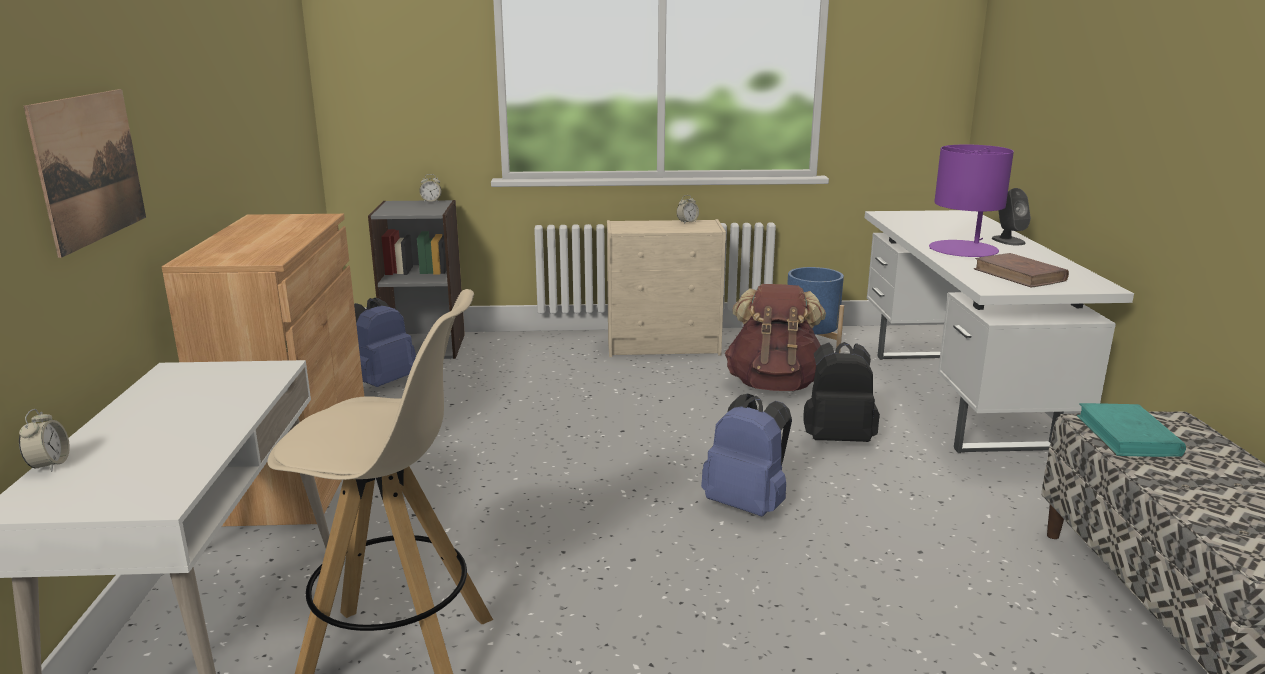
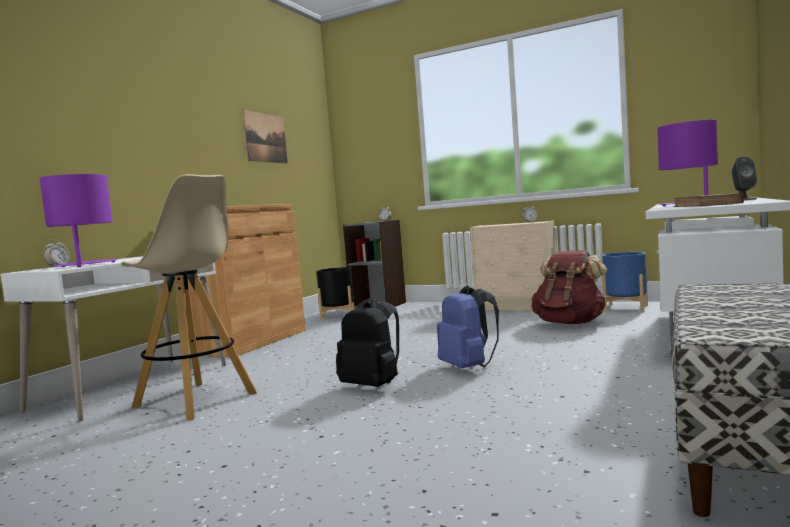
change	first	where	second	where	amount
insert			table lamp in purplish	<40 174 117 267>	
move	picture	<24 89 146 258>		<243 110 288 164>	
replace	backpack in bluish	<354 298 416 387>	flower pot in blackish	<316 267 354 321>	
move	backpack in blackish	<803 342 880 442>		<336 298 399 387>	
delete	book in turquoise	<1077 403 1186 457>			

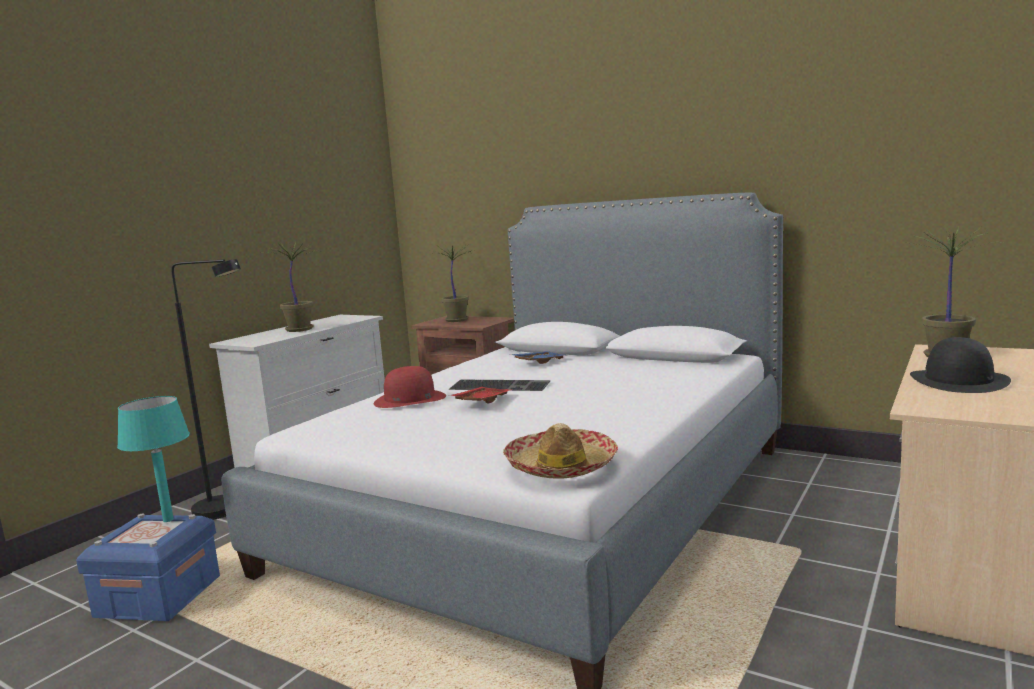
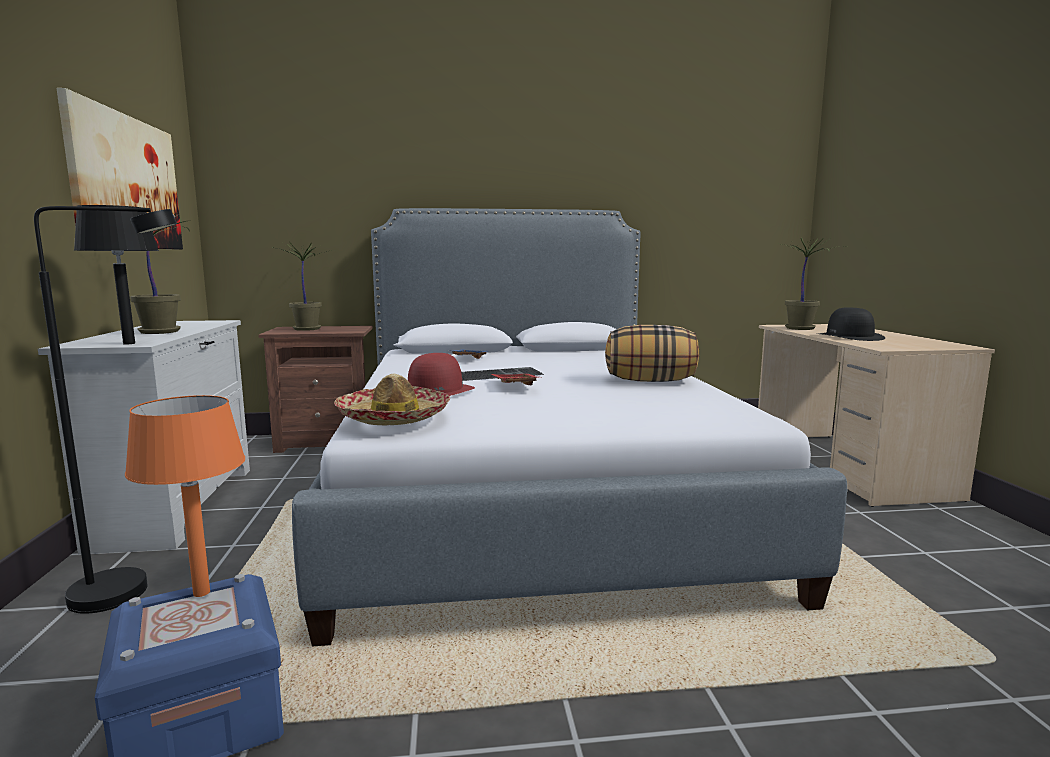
change	first	where	second	where	amount
insert			picture	<56 88 183 249>	
insert			table lamp in blackish	<74 205 159 344>	
recolor	table lamp in turquoise	<117 396 190 522>	table lamp in orangey	<125 395 245 597>	
move	wearable hat	<503 423 618 479>		<334 374 450 425>	
insert			cushion	<605 325 699 382>	

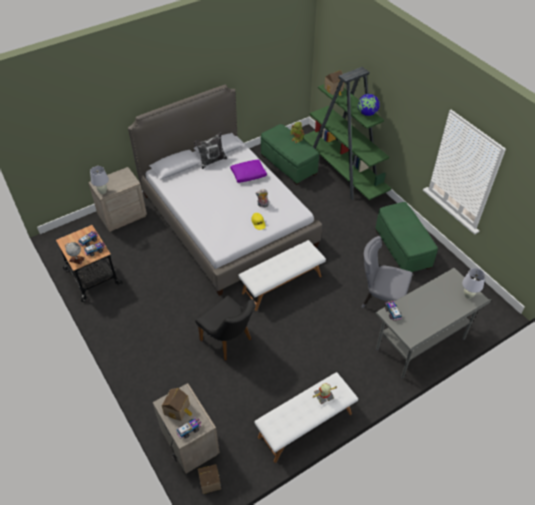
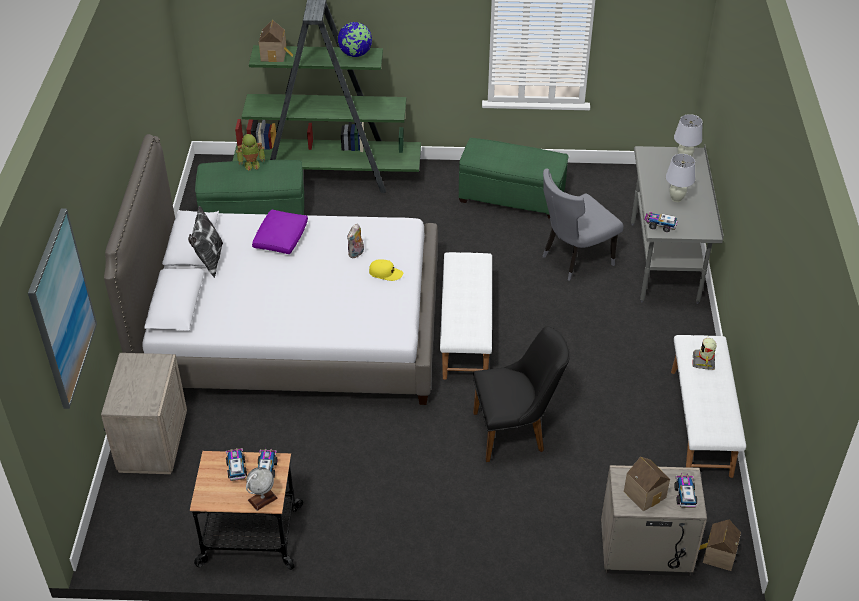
change	first	where	second	where	amount
insert			picture	<28 209 97 409>	
move	table lamp in white	<90 166 109 194>		<666 154 695 202>	

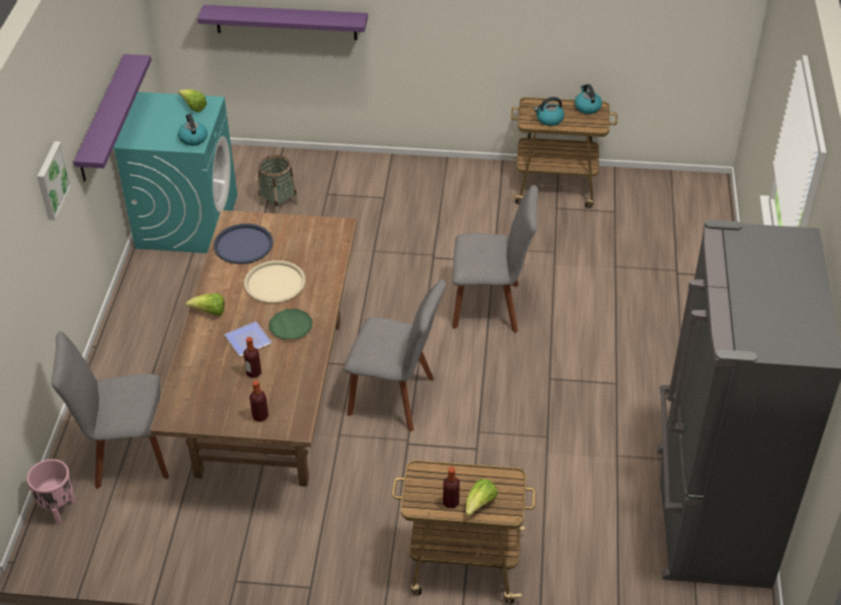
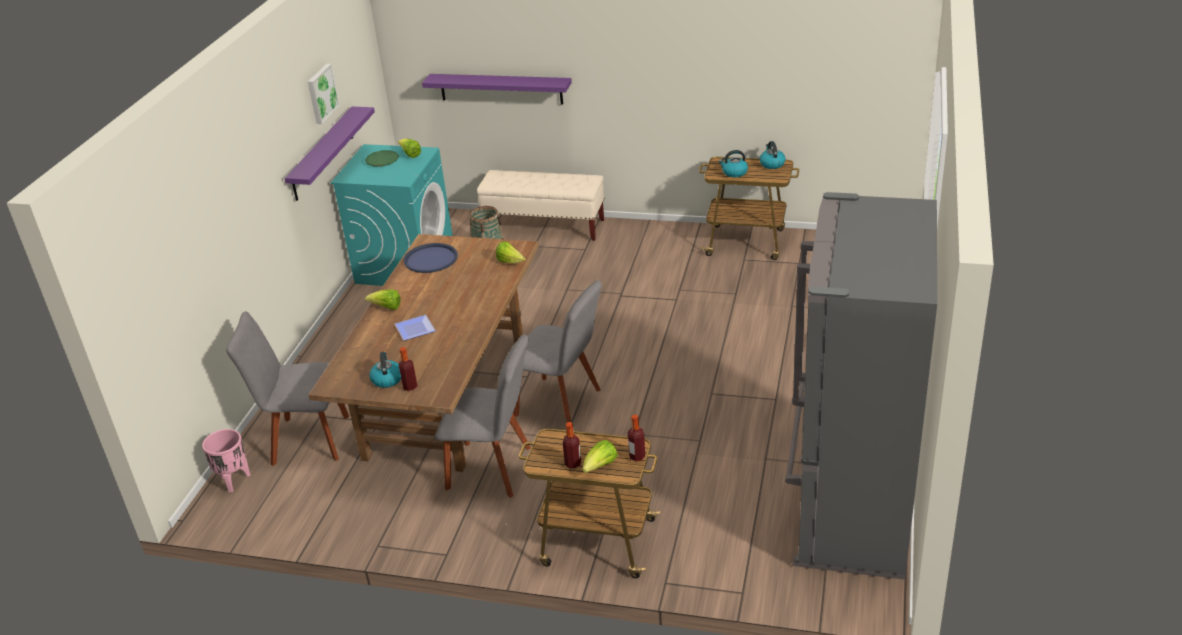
change	first	where	second	where	amount
move	picture	<37 141 71 220>		<308 64 340 124>	
move	plate in green-coloured	<269 309 312 340>		<365 150 399 166>	
move	tea kettle	<178 114 208 146>		<369 352 401 388>	
move	upright chair in greyish	<452 185 538 333>		<435 334 531 498>	
insert			indoor bench in beige-coloured	<477 170 604 241>	
insert			lettuce head	<496 241 525 264>	
move	drink bottle	<243 337 262 378>		<628 414 645 462>	
delete	serving tray in beige-coloured	<244 260 305 303>			

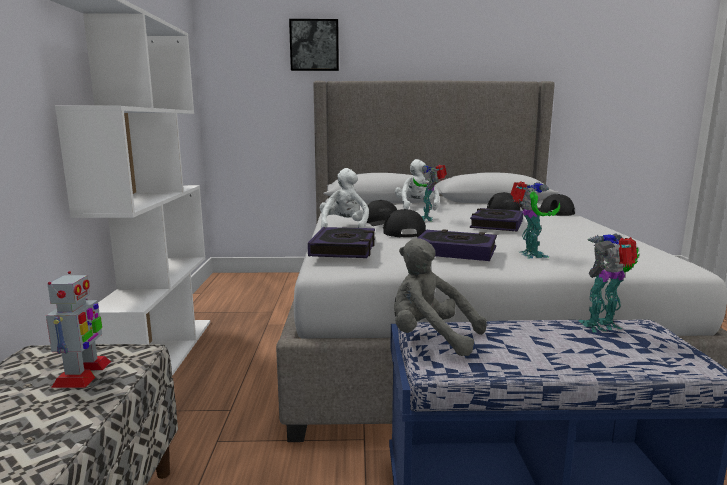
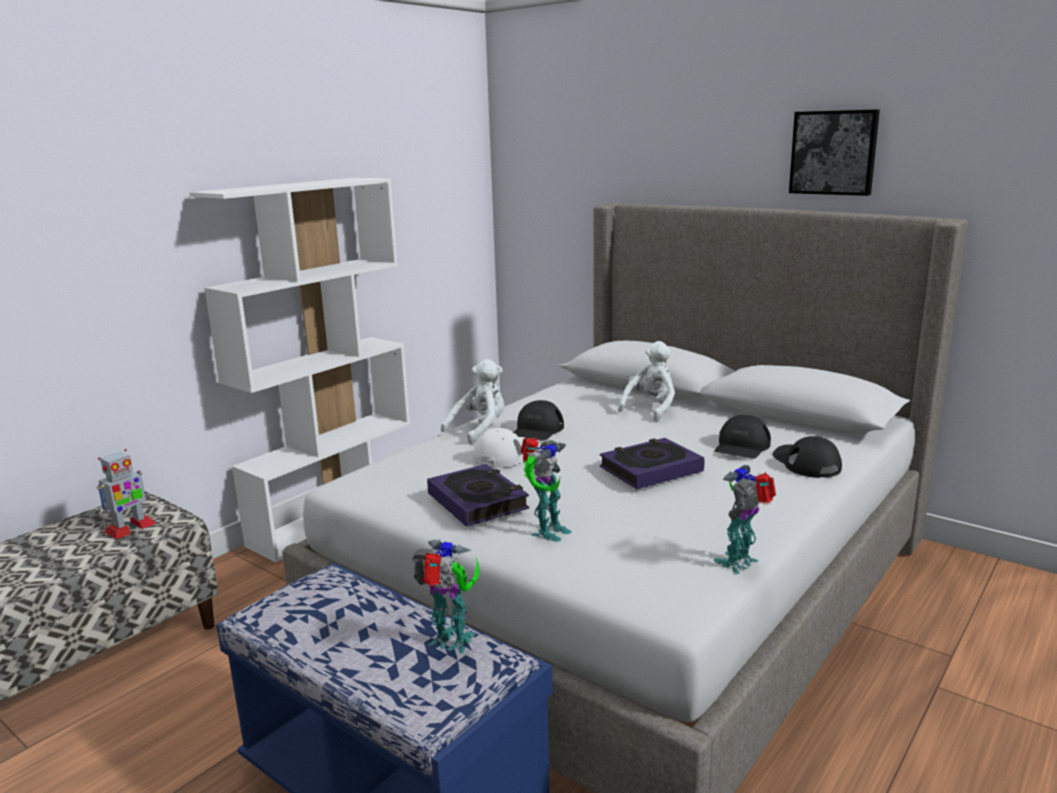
change	first	where	second	where	amount
recolor	cap in blackish	<383 209 426 237>	cap in white	<473 428 525 468>	
move	robot figure	<413 164 447 221>		<714 465 776 574>	
move	picture	<289 19 339 71>		<789 109 880 196>	
delete	book	<308 227 375 258>			
delete	soft toy in greyish	<394 238 487 356>			

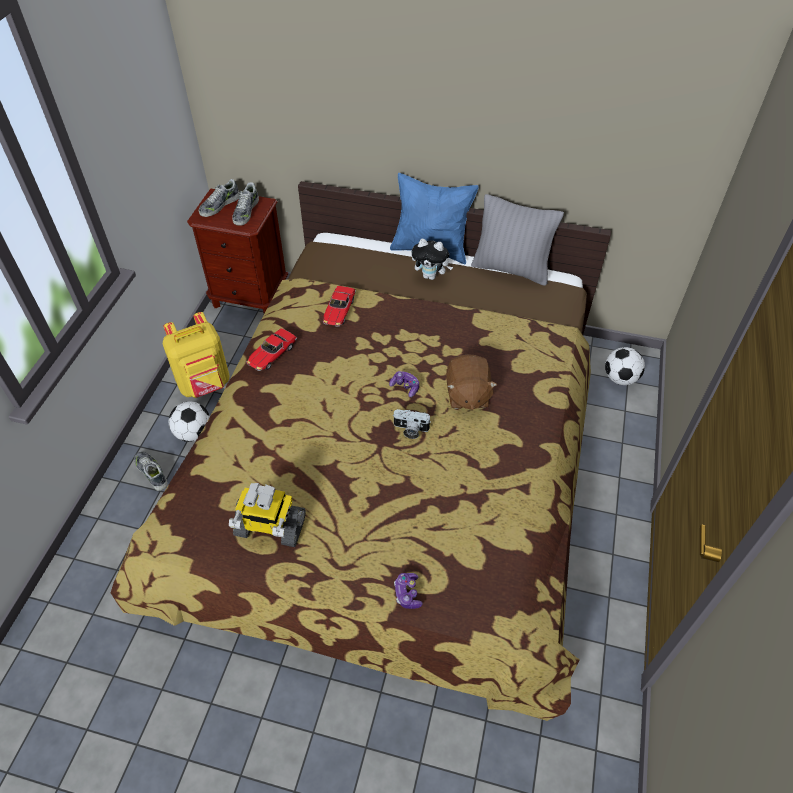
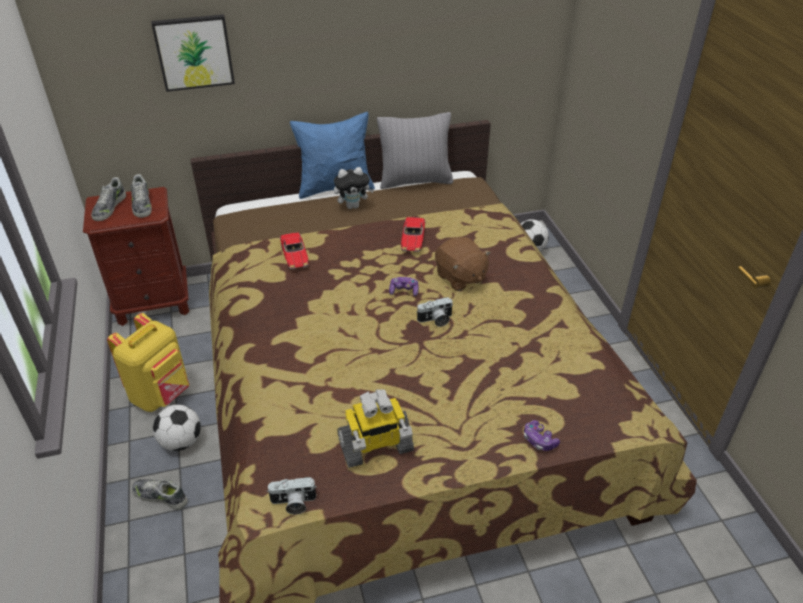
change	first	where	second	where	amount
insert			picture	<151 14 235 92>	
insert			photo camera	<267 477 317 514>	
move	miniature car	<246 328 297 371>		<401 217 425 252>	

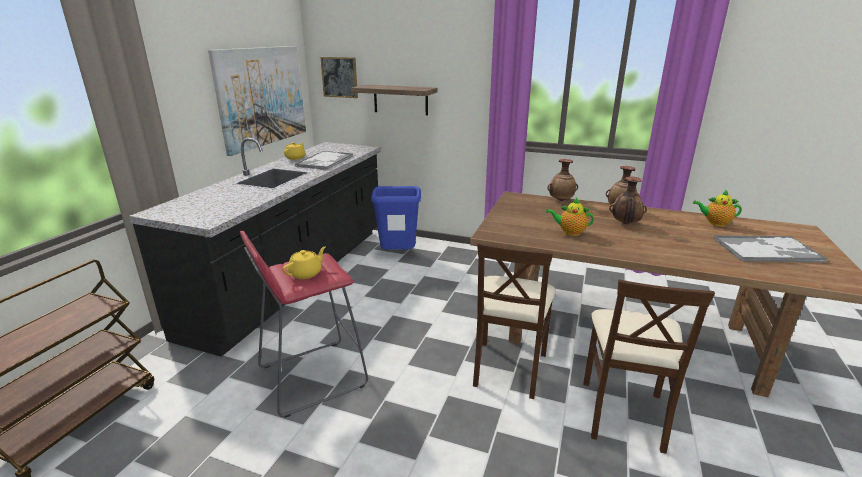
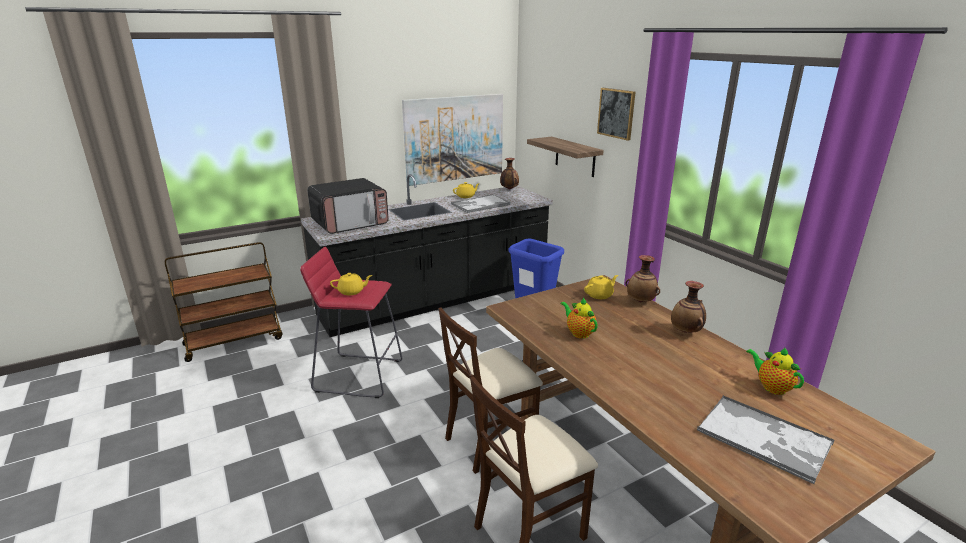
change	first	where	second	where	amount
insert			microwave	<307 178 389 234>	
move	vase	<609 177 647 224>		<500 158 519 189>	
insert			tea pot in yellowish	<584 275 618 299>	
move	picture	<320 57 358 98>		<597 88 635 141>	

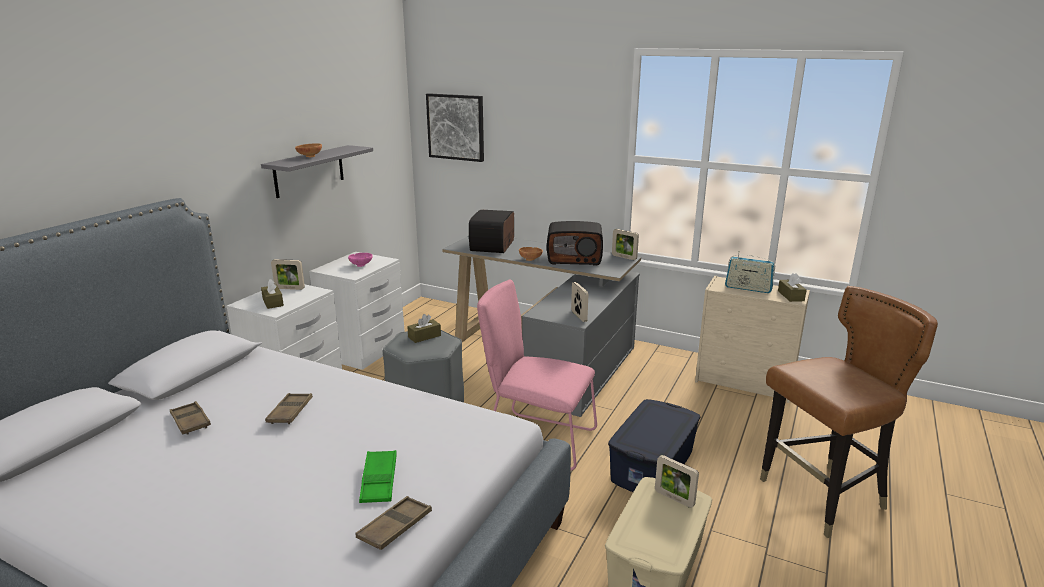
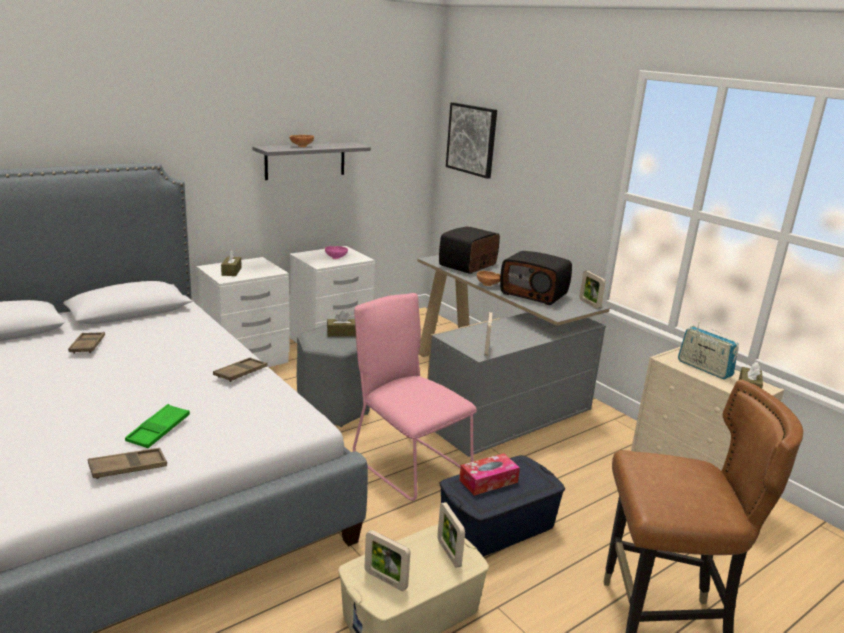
change	first	where	second	where	amount
move	serving tray in brown-coloured	<265 393 313 424>		<213 357 268 382>	
move	photo frame	<271 259 305 290>		<365 530 410 591>	
insert			tissue holder	<459 453 520 496>	

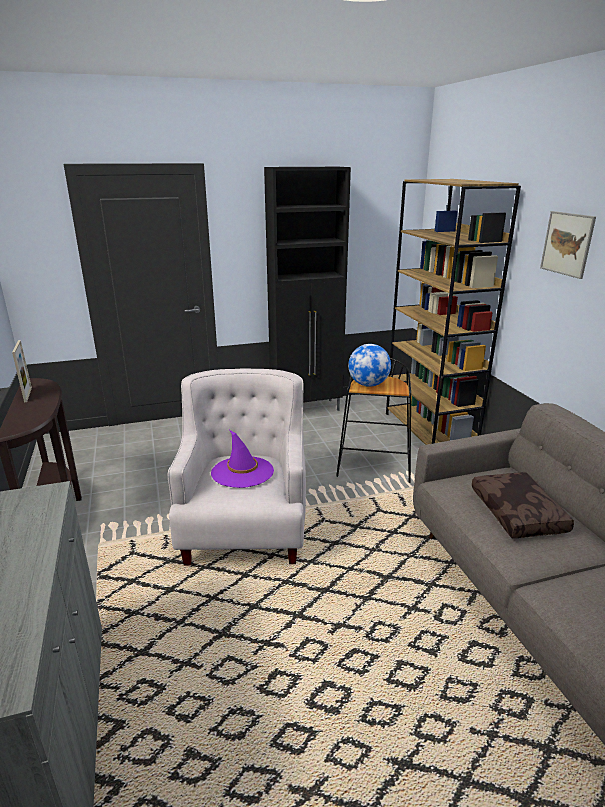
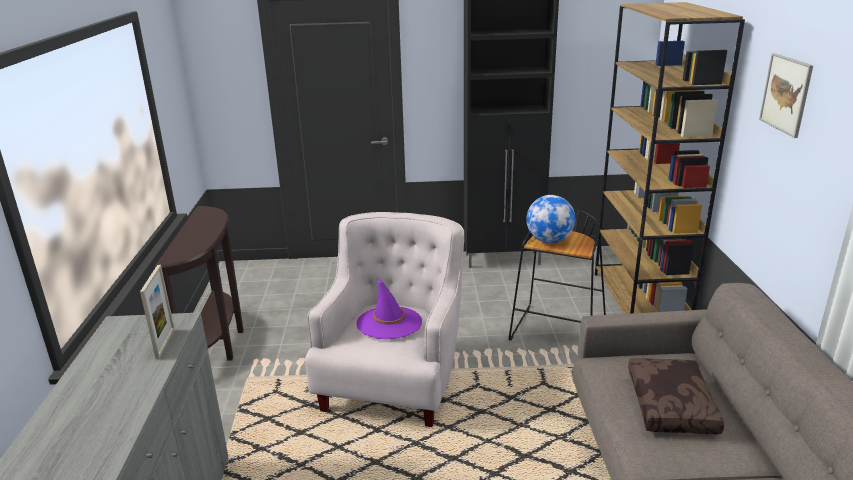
change	first	where	second	where	amount
move	photo frame	<12 340 32 402>		<140 265 175 359>	

